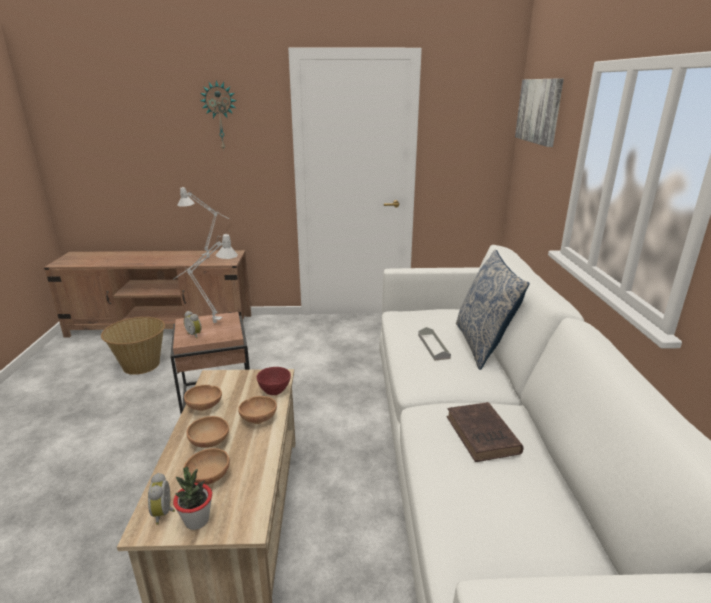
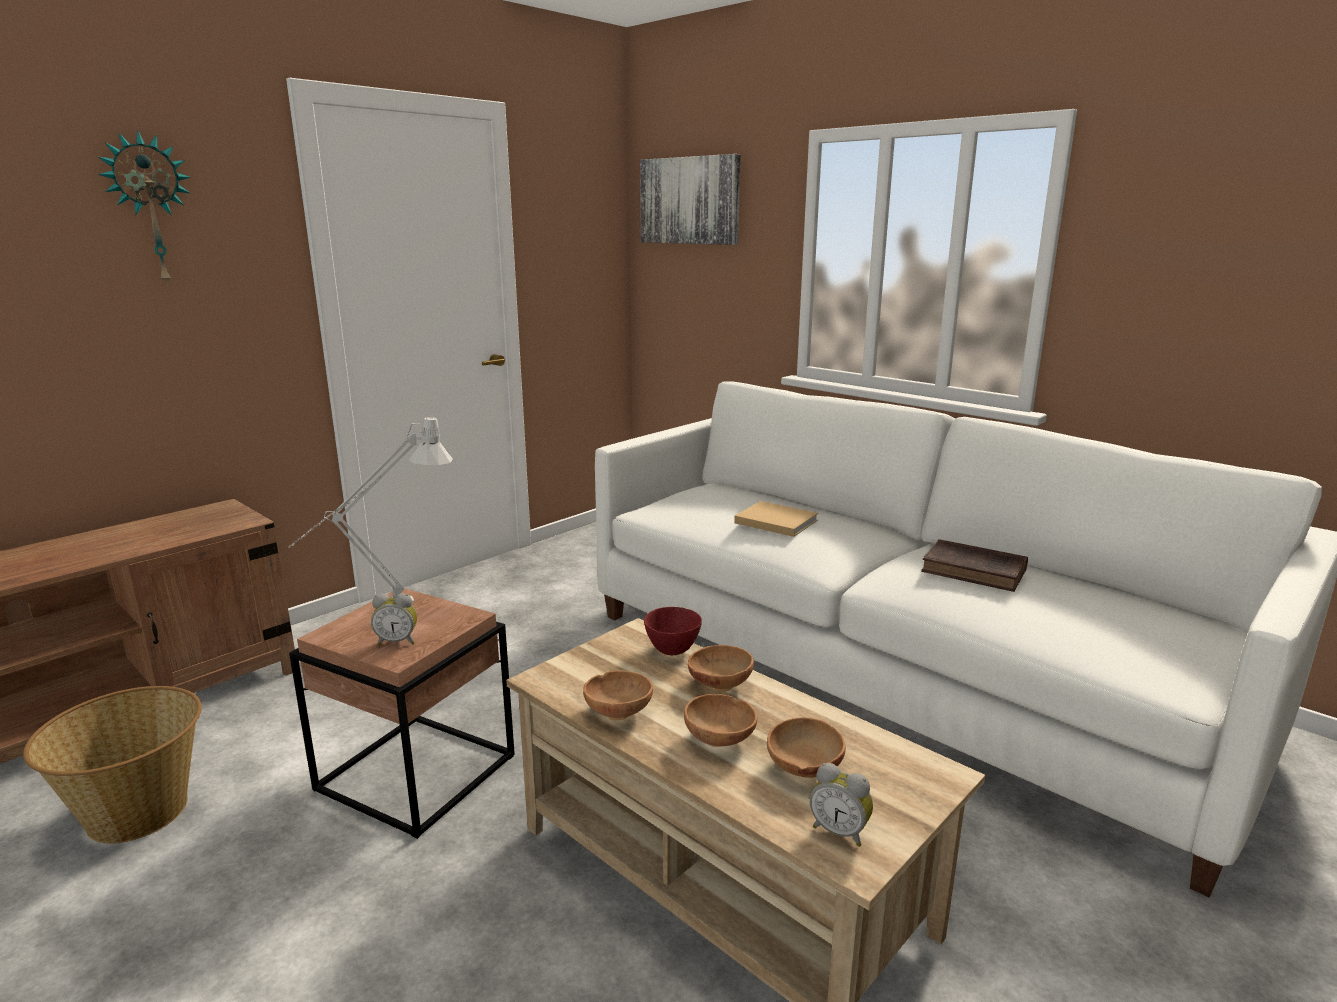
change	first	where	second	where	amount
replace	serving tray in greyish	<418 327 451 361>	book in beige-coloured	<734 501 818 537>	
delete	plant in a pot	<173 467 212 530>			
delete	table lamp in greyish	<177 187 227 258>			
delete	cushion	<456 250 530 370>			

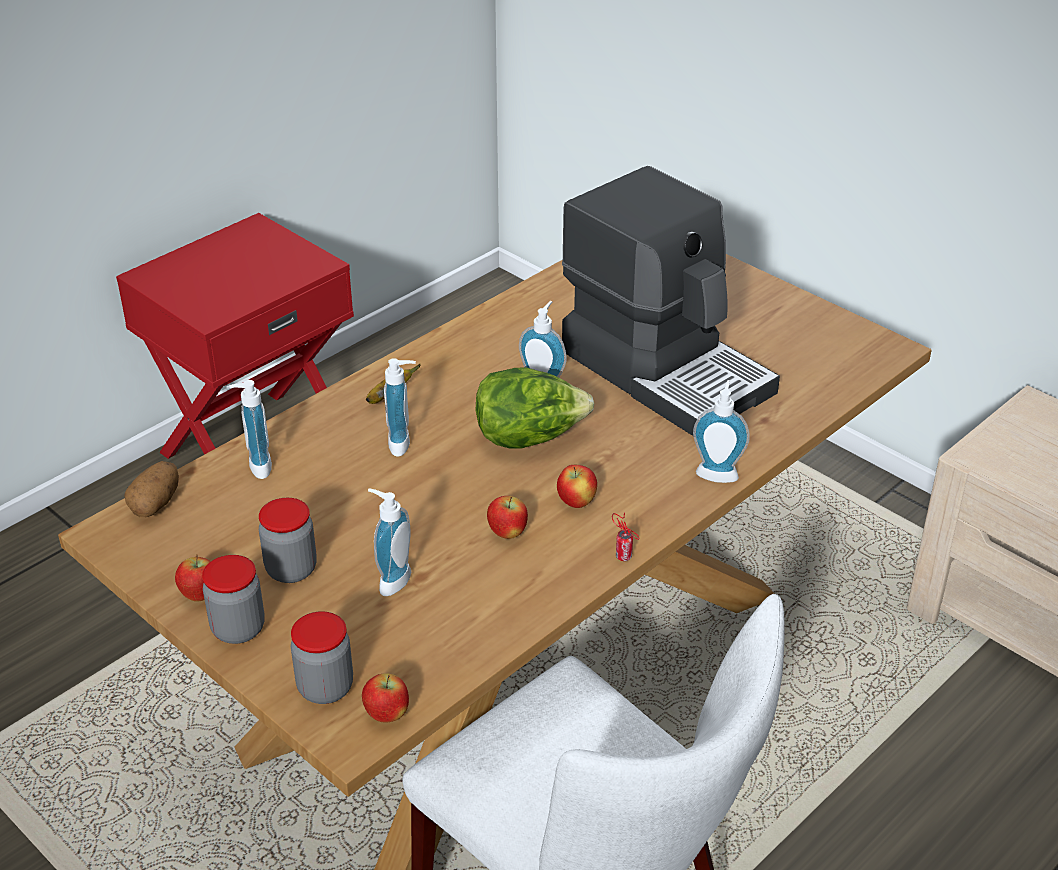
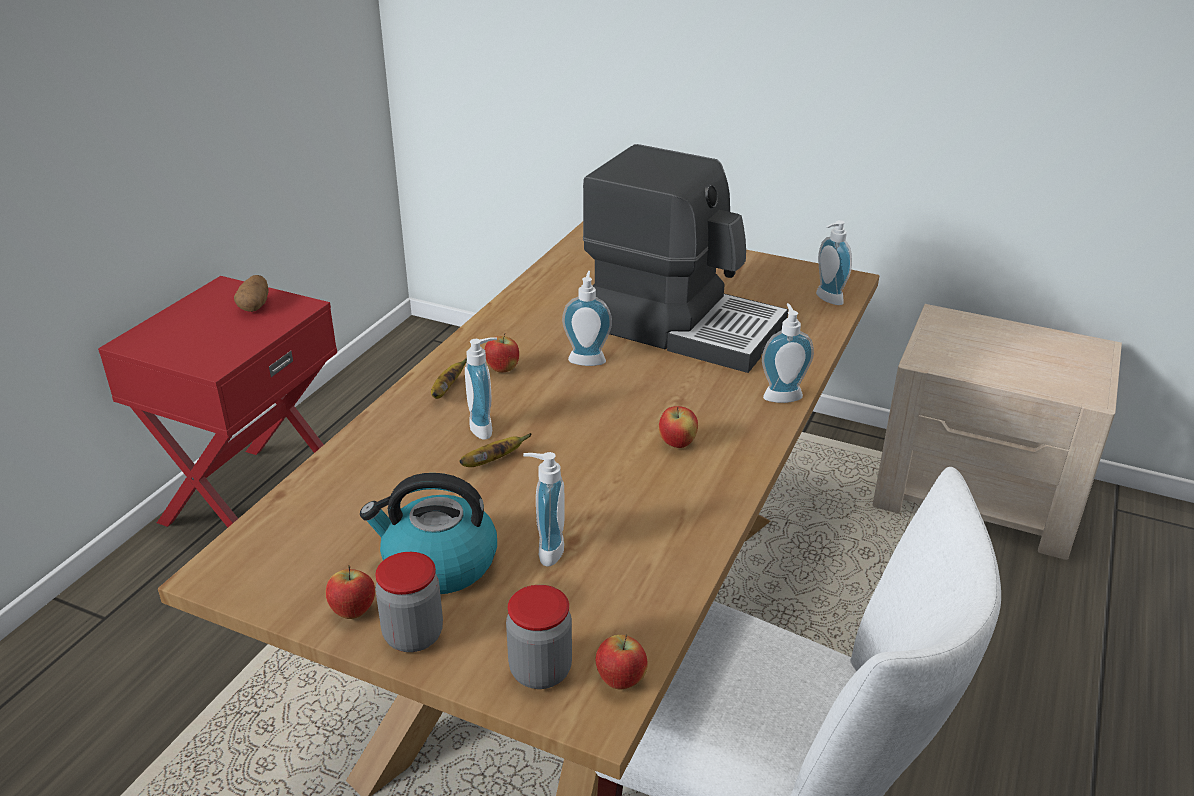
change	first	where	second	where	amount
move	potato	<124 461 179 518>		<234 275 269 312>	
replace	preserve jar	<259 498 317 583>	tea kettle	<360 473 497 594>	
insert			banana fruit	<459 433 532 467>	
move	apple	<487 496 528 539>		<484 333 519 372>	
move	soap bottle	<226 380 272 479>		<816 220 852 305>	
delete	lettuce head	<476 367 594 449>			
delete	metal can	<612 512 640 561>			

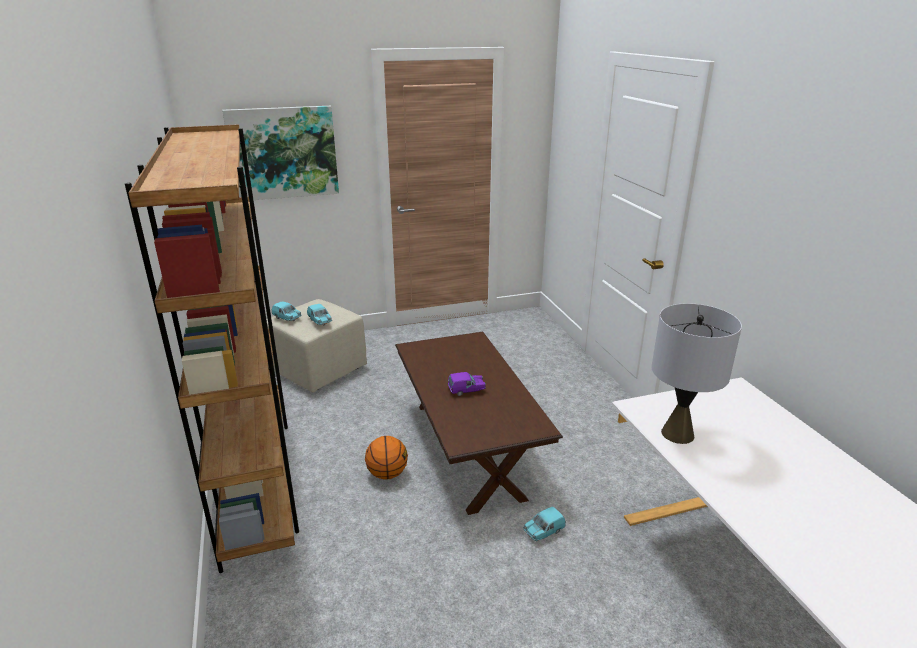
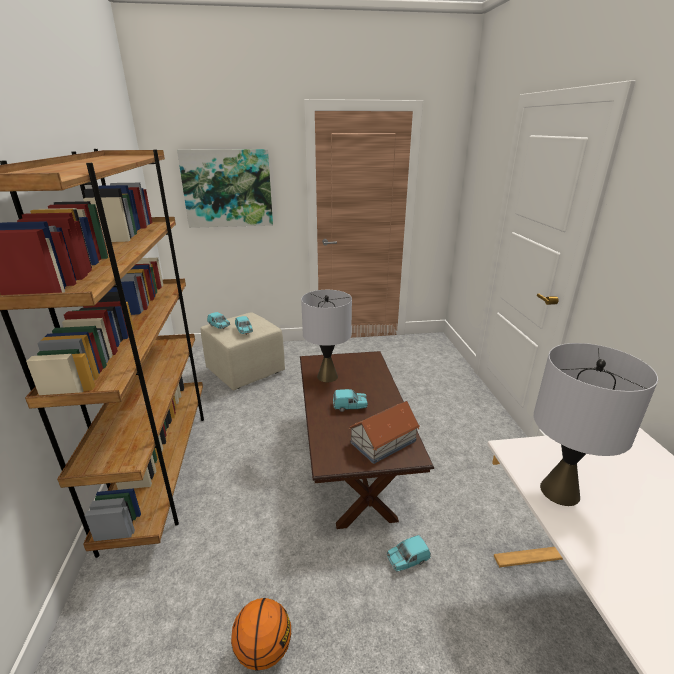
change	first	where	second	where	amount
move	ball for basketball	<365 436 408 479>		<231 598 291 671>	
insert			table lamp in greyish	<301 290 352 382>	
recolor	miniature car in purplish	<448 372 486 396>	miniature car in turquoise	<333 389 368 412>	
insert			toy house	<349 401 420 464>	

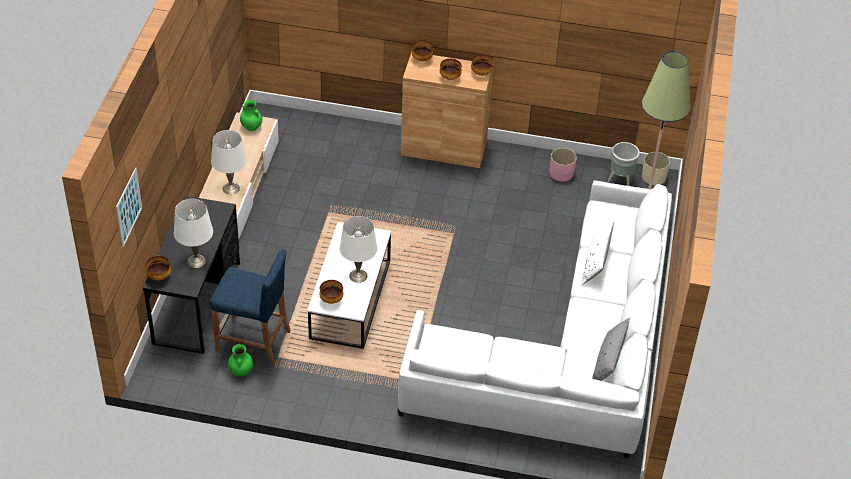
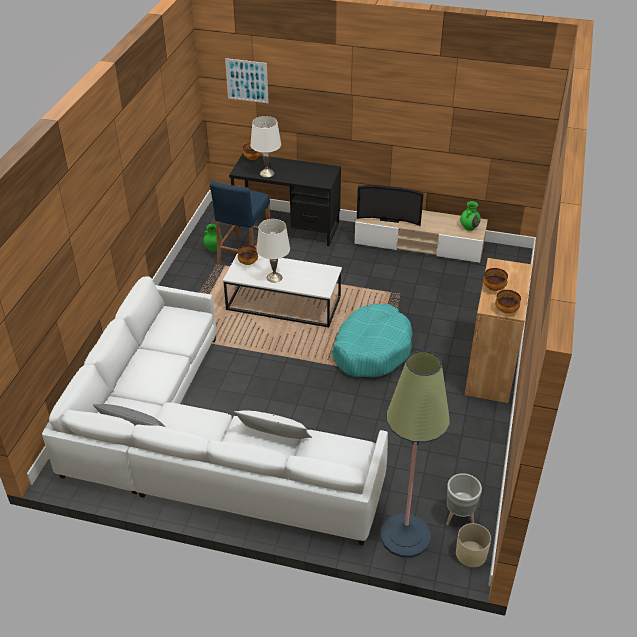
change	first	where	second	where	amount
insert			dog bed in turquoise	<332 303 413 377>	
replace	table lamp in white	<211 130 247 195>	television	<357 185 424 226>	
delete	serving bowl	<412 40 433 62>			
delete	flower pot in pinkish	<549 148 577 182>			

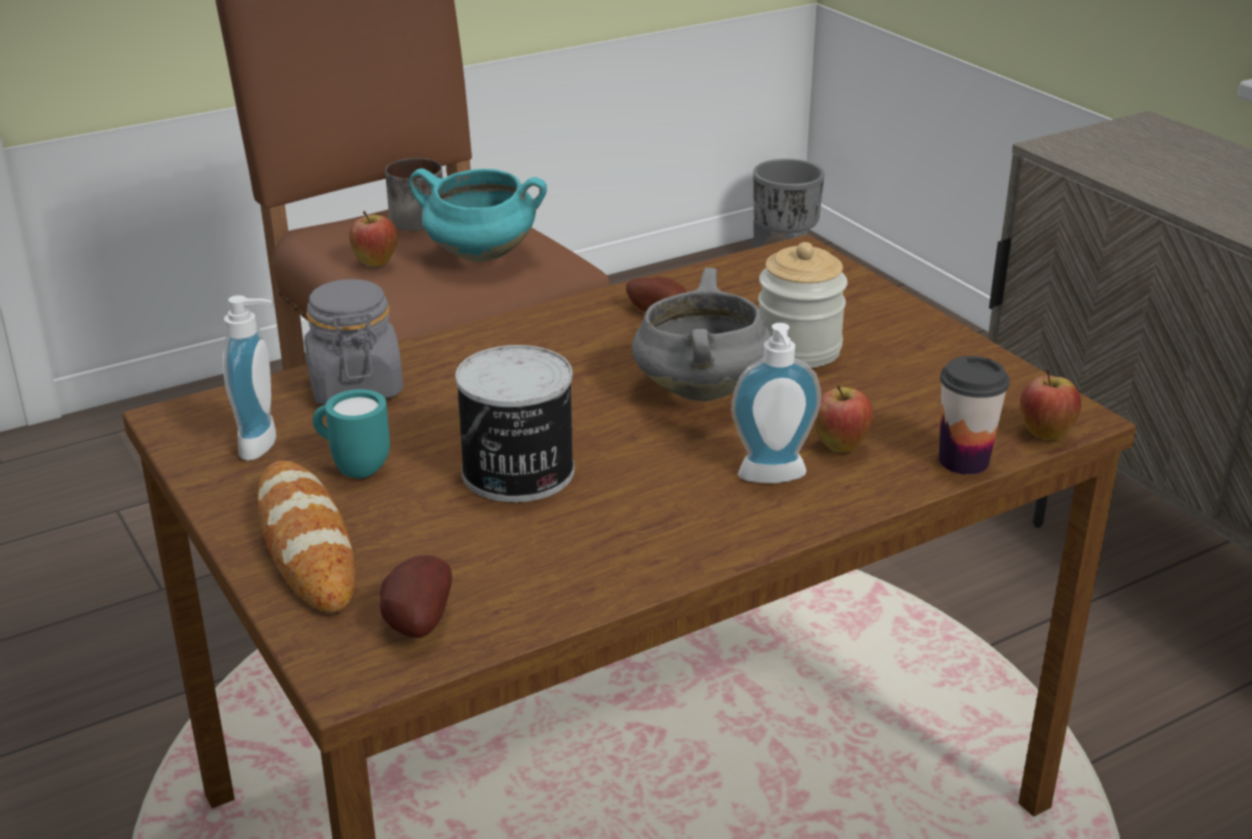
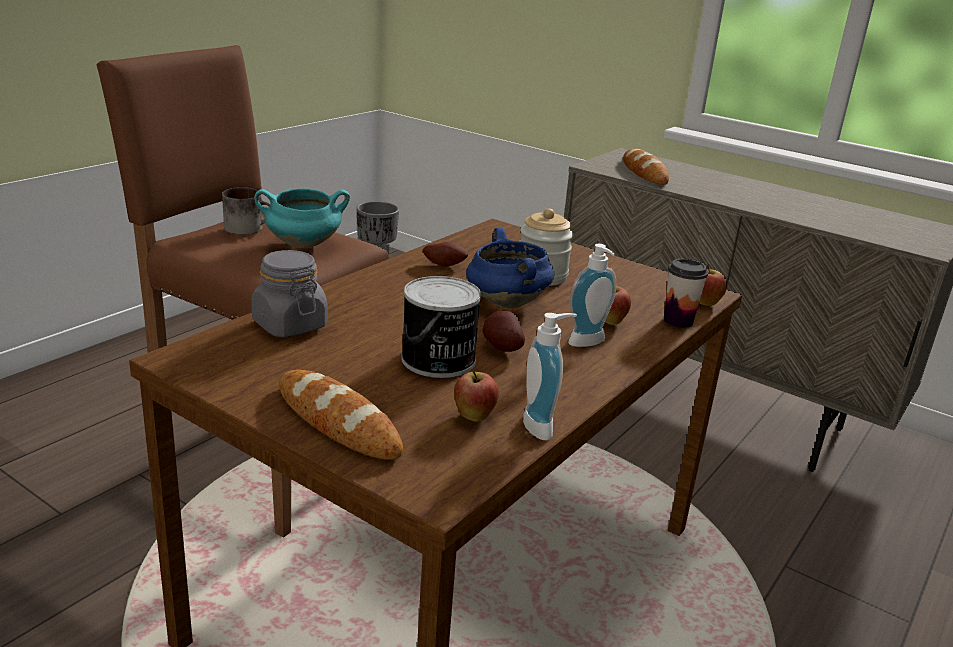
change	first	where	second	where	amount
move	apple	<349 211 398 267>		<454 371 499 421>	
recolor	saucepot in greyish	<632 268 771 401>	saucepot in bluish	<466 227 554 308>	
move	potato	<380 555 452 638>		<483 310 525 352>	
move	soap bottle	<223 295 276 461>		<523 313 577 440>	
insert			bakery bread	<623 149 669 185>	
delete	tea mug in turquoise	<312 389 390 478>			

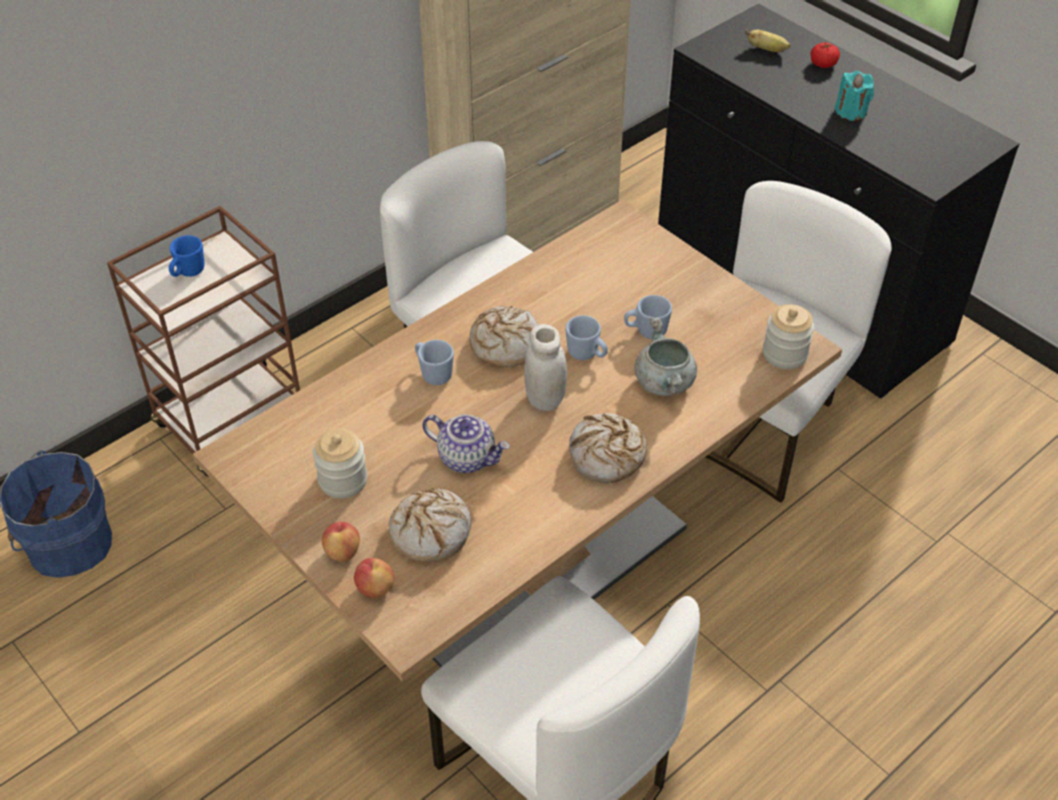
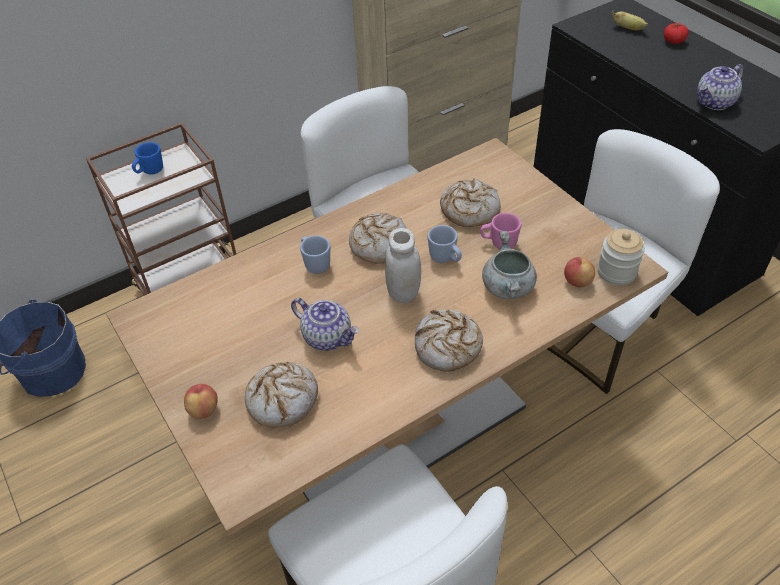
change	first	where	second	where	amount
insert			bakery bread	<440 178 501 227>	
recolor	tea mug in bluish	<624 295 672 339>	tea mug in pinkish	<480 213 521 250>	
move	apple	<354 558 394 598>		<564 257 595 287>	
insert			tea pot	<697 64 744 110>	
delete	preserve jar	<313 428 367 498>			
delete	wax light in turquoise	<835 71 874 121>			

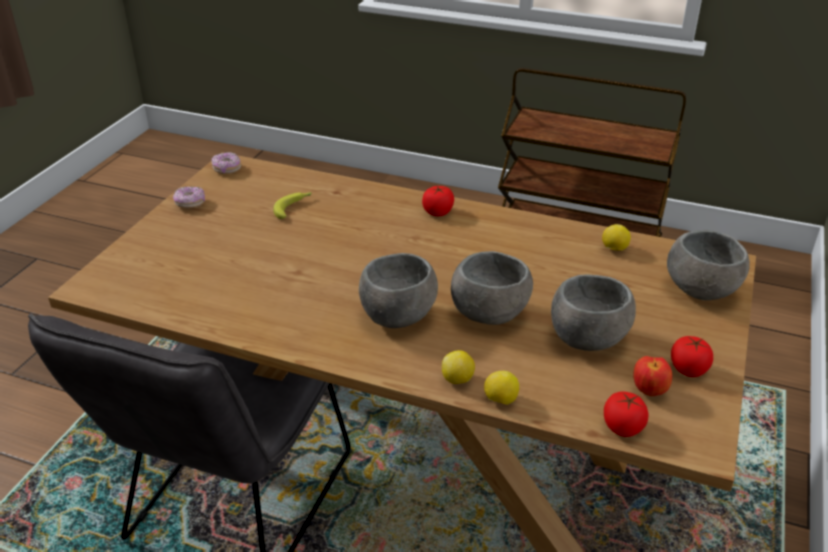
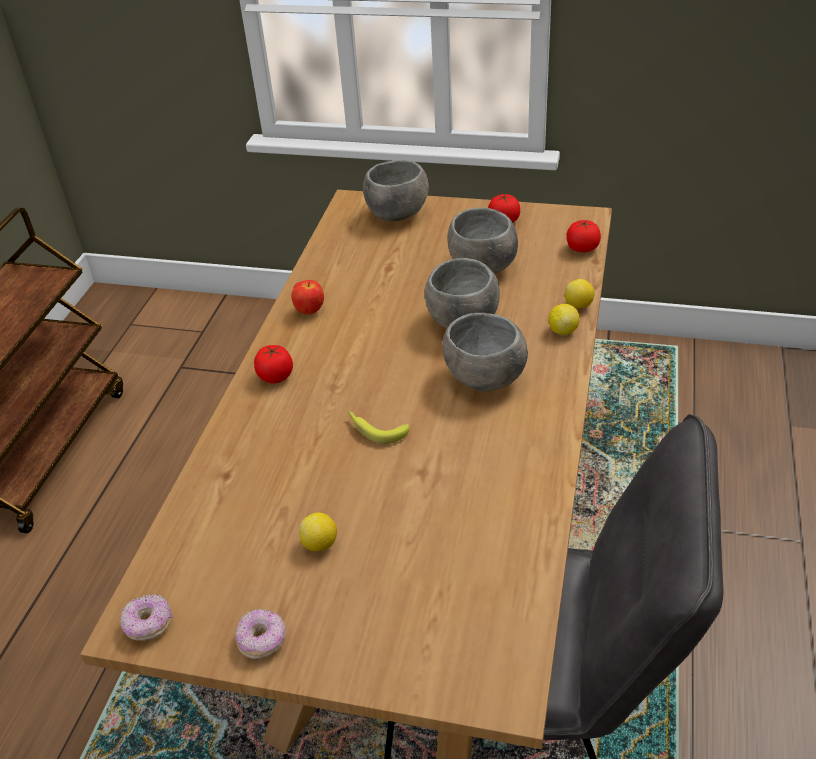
change	first	where	second	where	amount
move	apple	<634 356 672 396>		<292 280 324 314>	
move	whole lemon	<602 224 631 251>		<299 513 337 551>	
move	banana fruit	<273 192 312 219>		<348 412 410 444>	

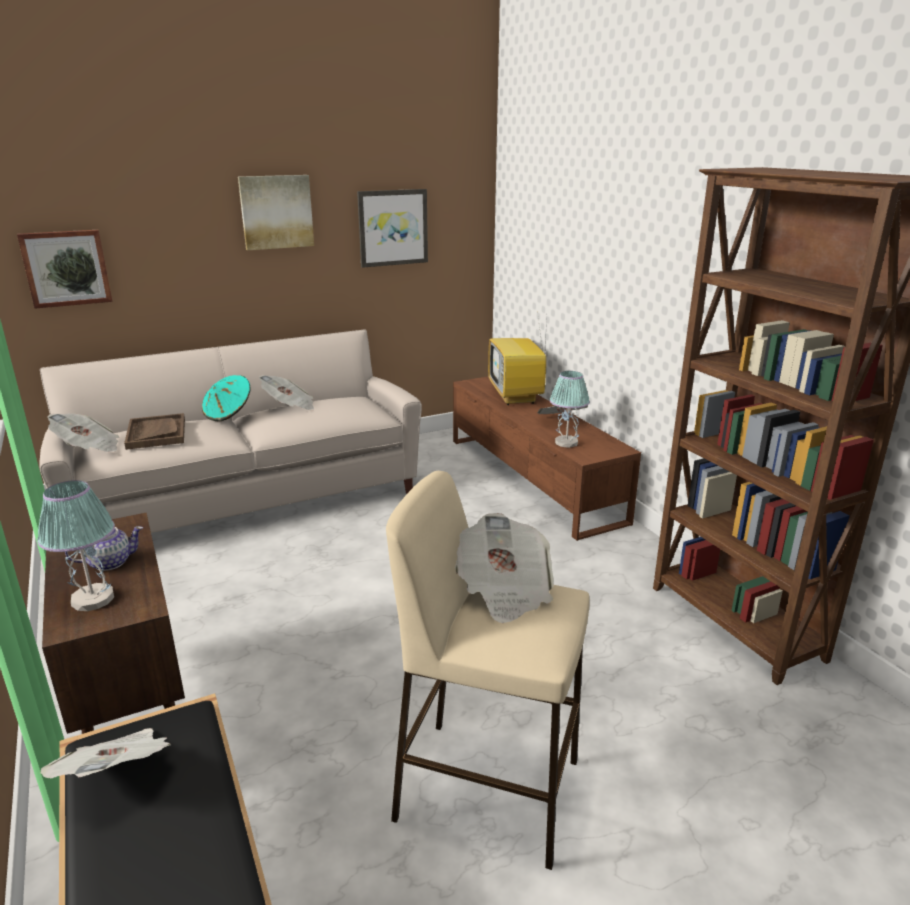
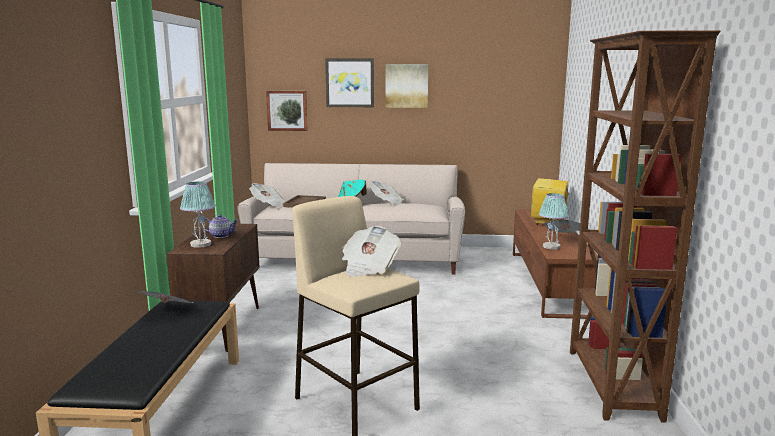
change	first	where	second	where	amount
move	picture	<357 189 428 268>		<325 58 374 107>	

